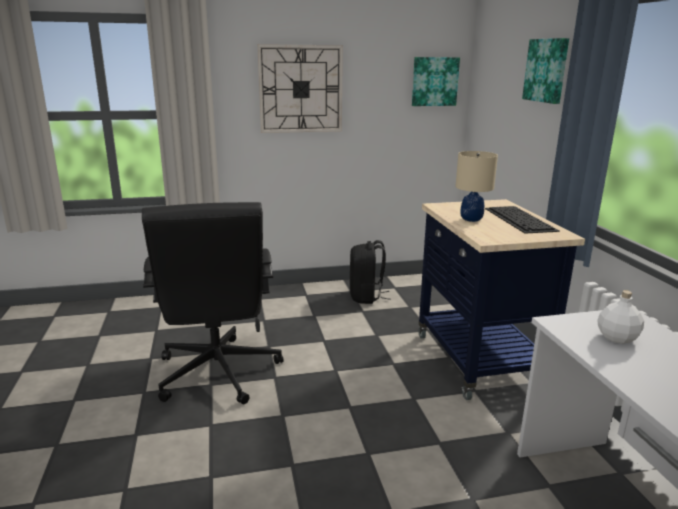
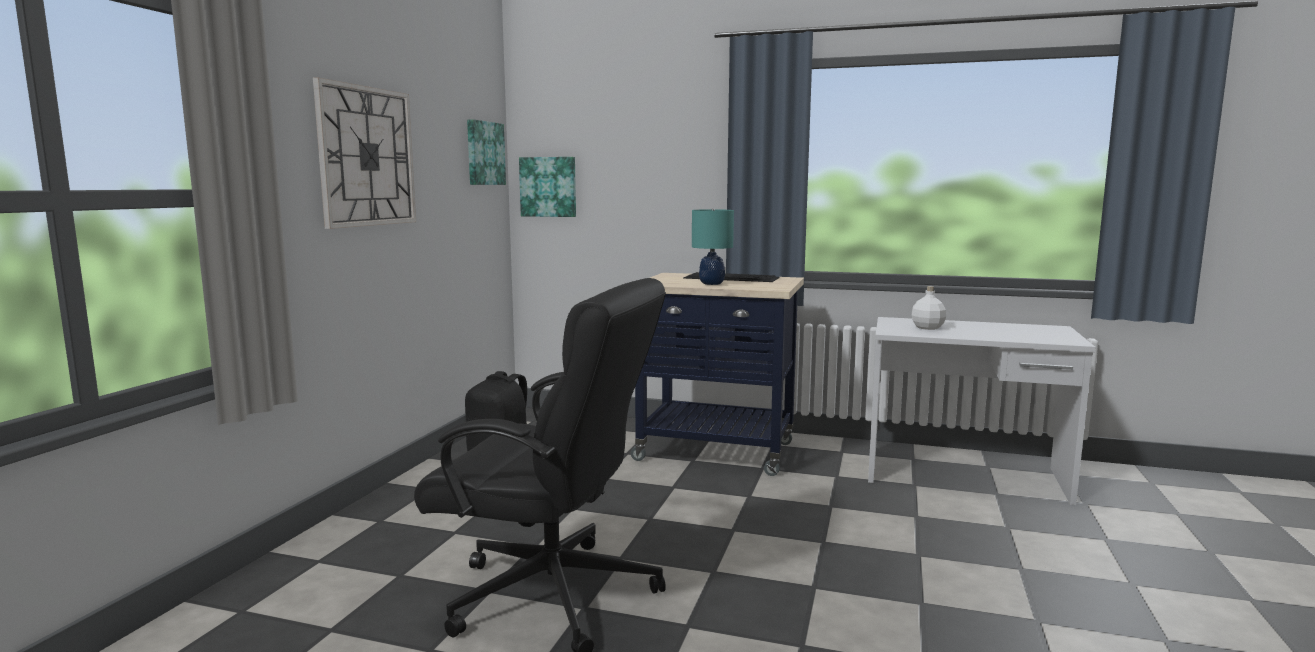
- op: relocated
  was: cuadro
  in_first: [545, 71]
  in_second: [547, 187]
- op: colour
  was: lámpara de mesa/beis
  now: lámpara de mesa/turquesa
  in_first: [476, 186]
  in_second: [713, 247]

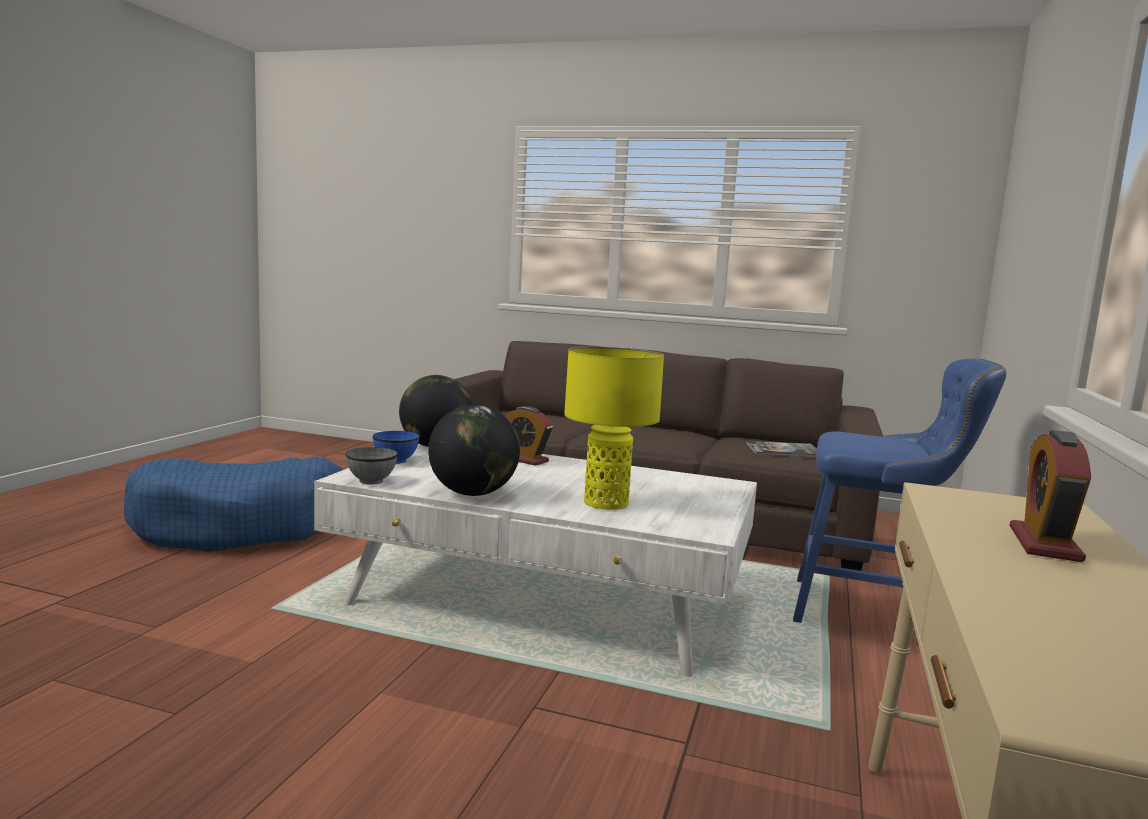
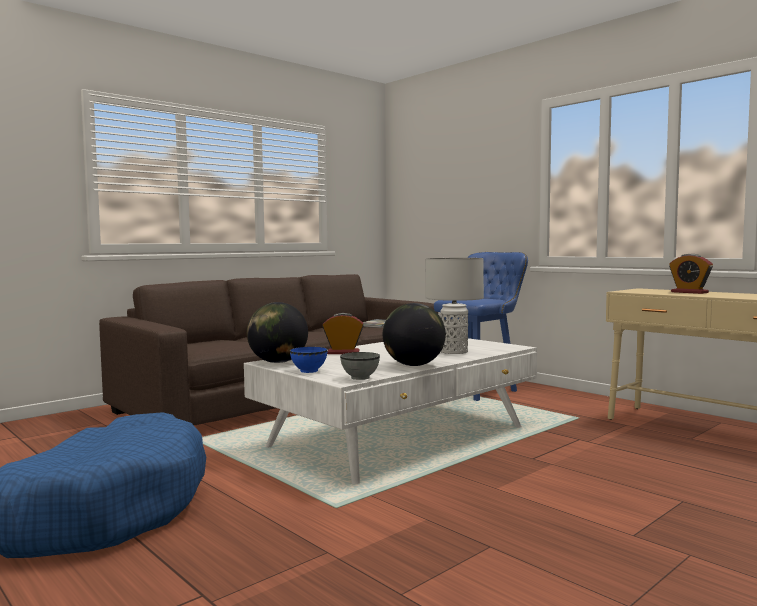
- op: colour
  was: lámpara de mesa/amarillo
  now: lámpara de mesa/blanco
  in_first: [614, 428]
  in_second: [454, 306]
- op: spun
  was: despertador
  in_first: [528, 436]
  in_second: [343, 333]
  clockwise: -150

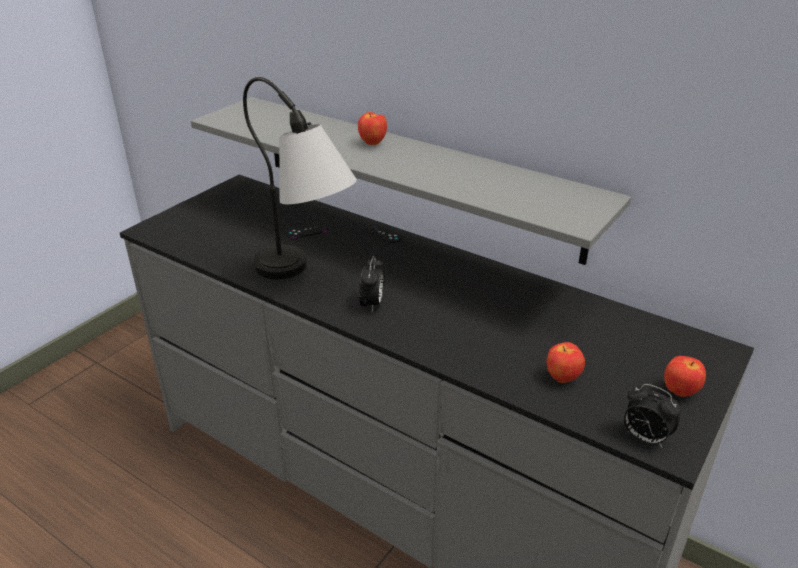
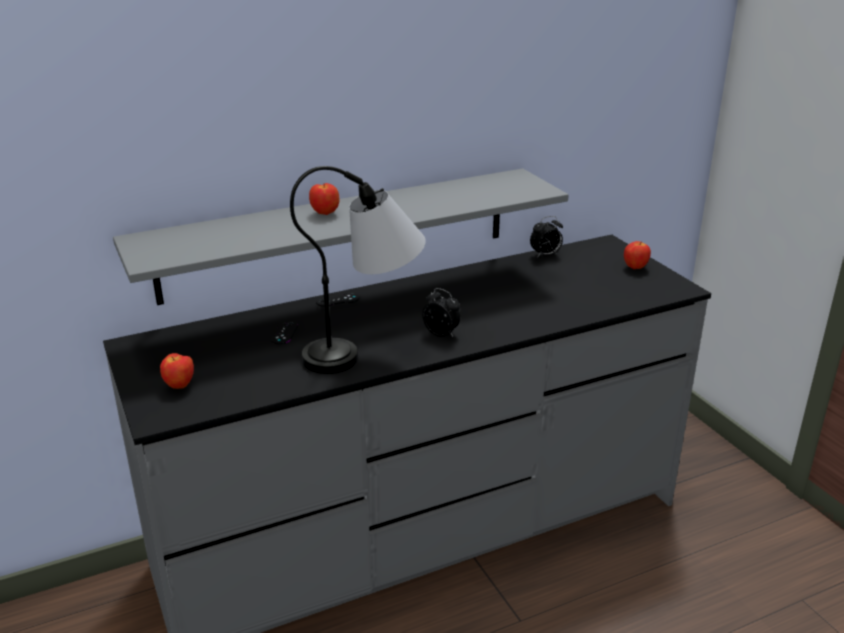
- op: relocated
  was: manzana
  in_first: [565, 362]
  in_second: [177, 371]
- op: relocated
  was: despertador
  in_first: [652, 416]
  in_second: [546, 237]

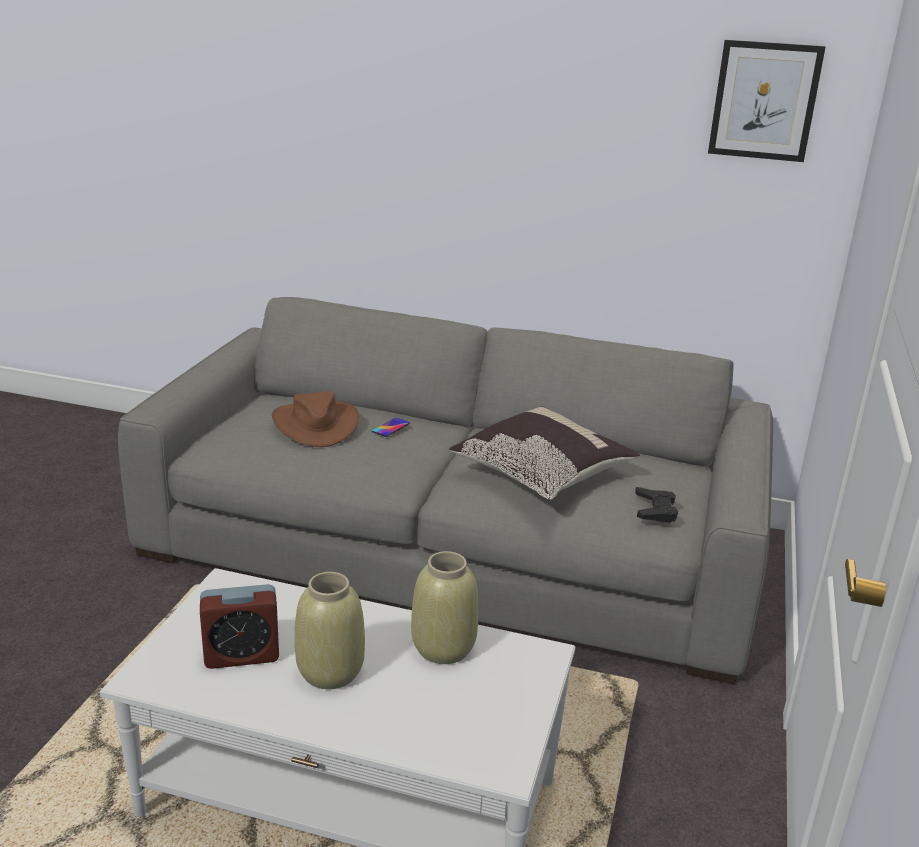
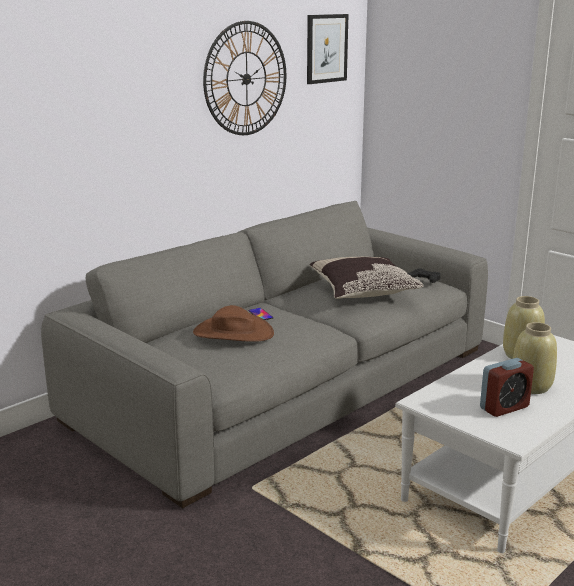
- op: appeared
  now: reloj de pared
  in_second: [244, 78]
- op: spun
  was: despertador
  in_first: [239, 626]
  in_second: [507, 387]
  clockwise: 45

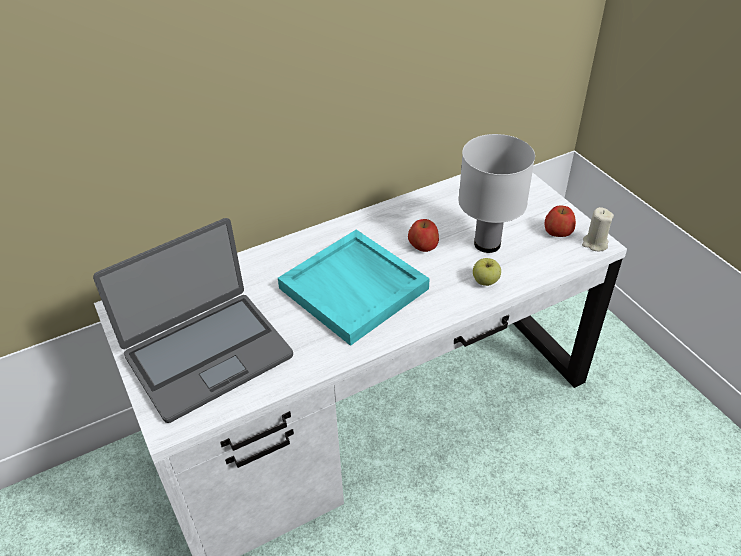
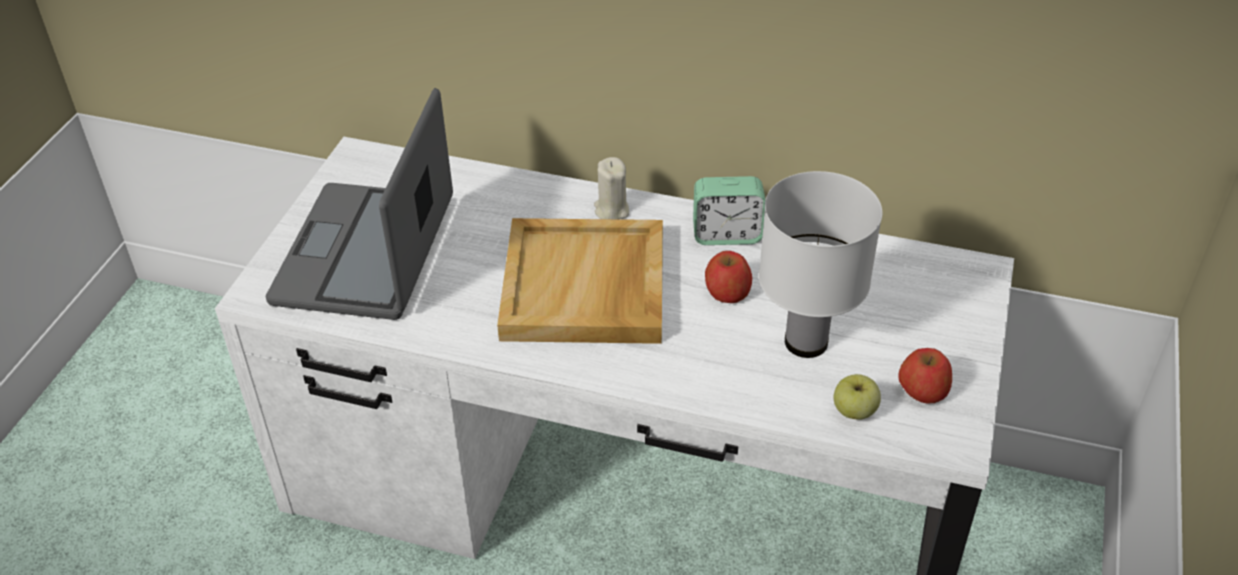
- op: appeared
  now: despertador
  in_second: [729, 210]
- op: relocated
  was: manzana
  in_first: [487, 272]
  in_second: [857, 397]
- op: relocated
  was: vela/beis
  in_first: [598, 229]
  in_second: [611, 188]
- op: colour
  was: bandeja/turquesa
  now: bandeja/beis
  in_first: [354, 288]
  in_second: [580, 281]
- op: spun
  was: portátil
  in_first: [193, 320]
  in_second: [359, 204]
  clockwise: 90

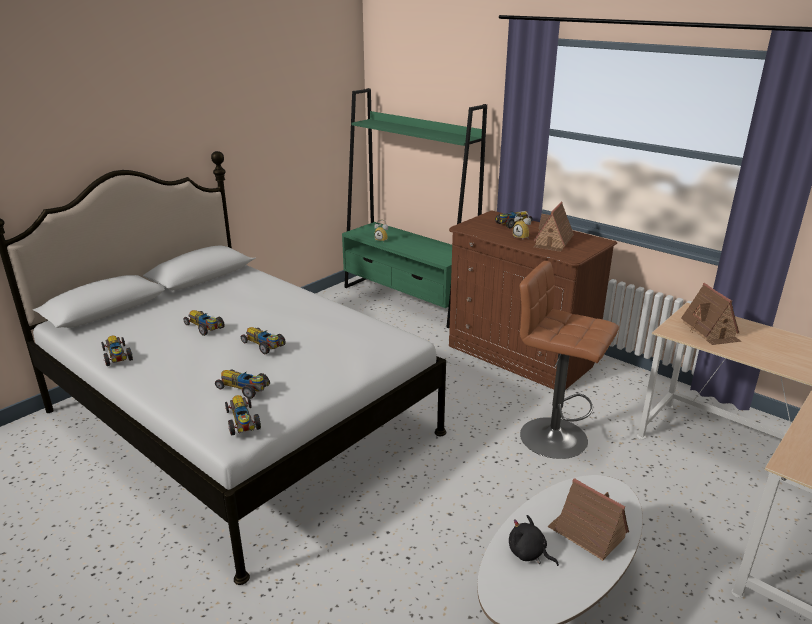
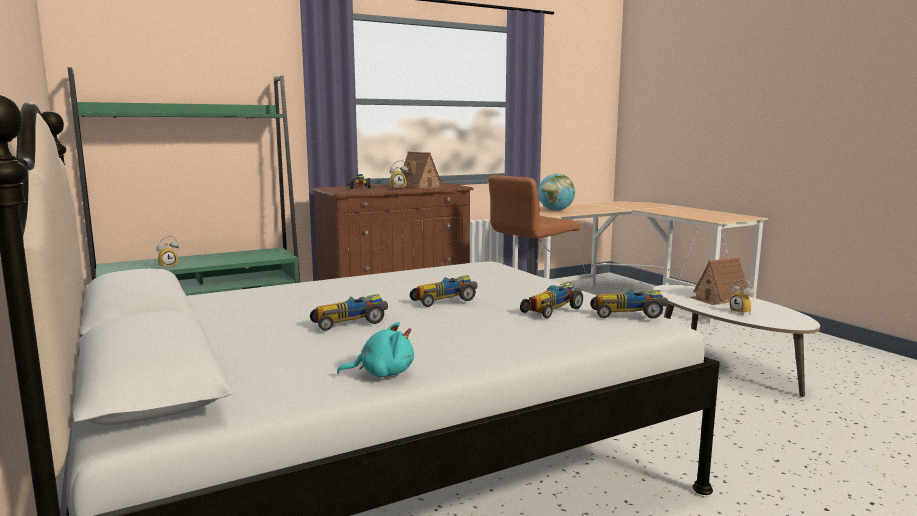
- op: exchanged
  was: coche de juguete
  now: peluche/turquesa
  in_first: [117, 351]
  in_second: [375, 349]
- op: exchanged
  was: peluche/negro
  now: despertador
  in_first: [534, 540]
  in_second: [742, 297]
- op: exchanged
  was: casita
  now: globo terráqueo
  in_first: [711, 314]
  in_second: [556, 192]

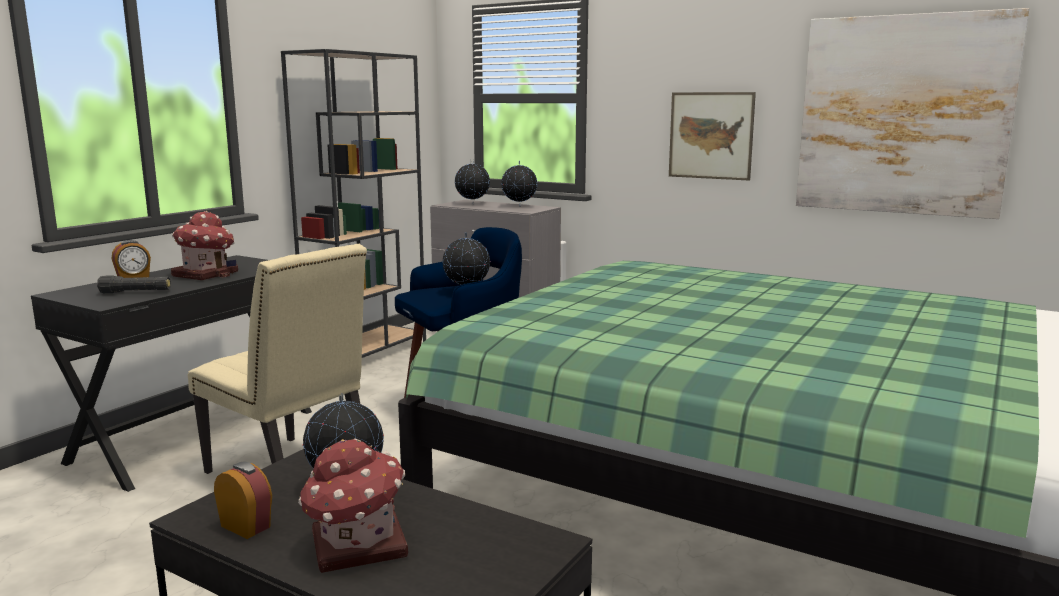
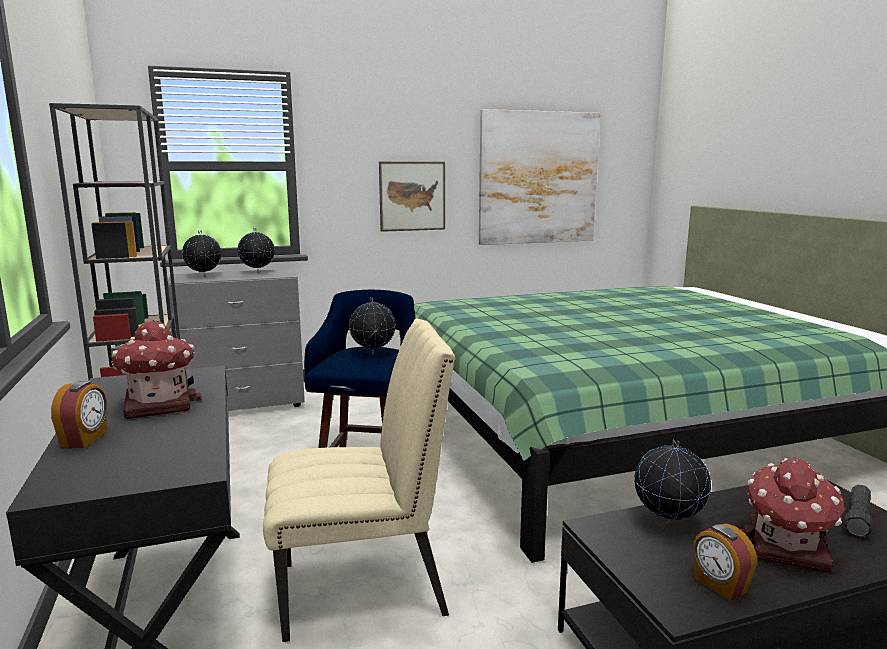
- op: relocated
  was: linterna/negro
  in_first: [134, 284]
  in_second: [858, 511]
- op: spun
  was: despertador
  in_first: [243, 500]
  in_second: [725, 562]
  clockwise: -105

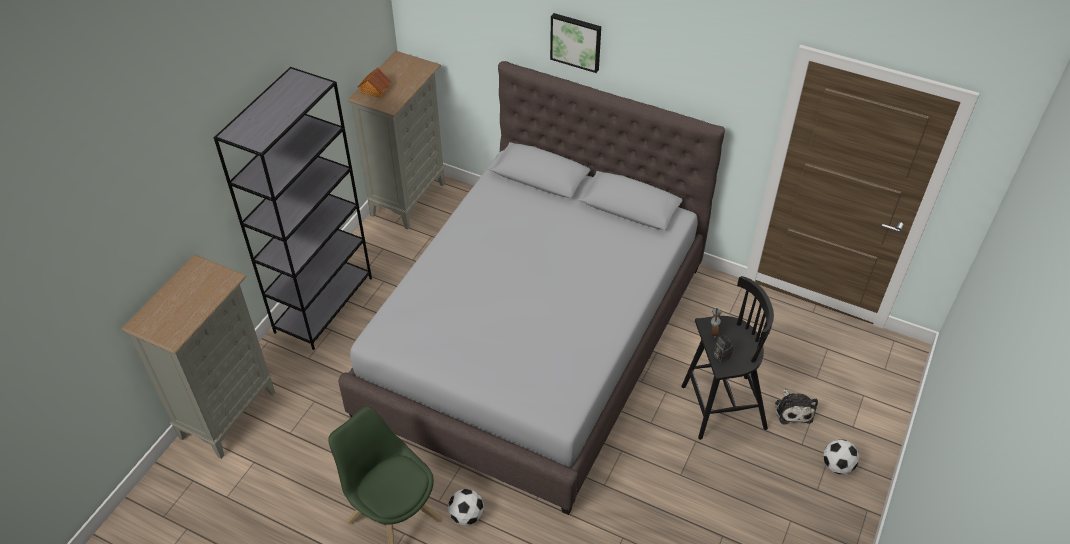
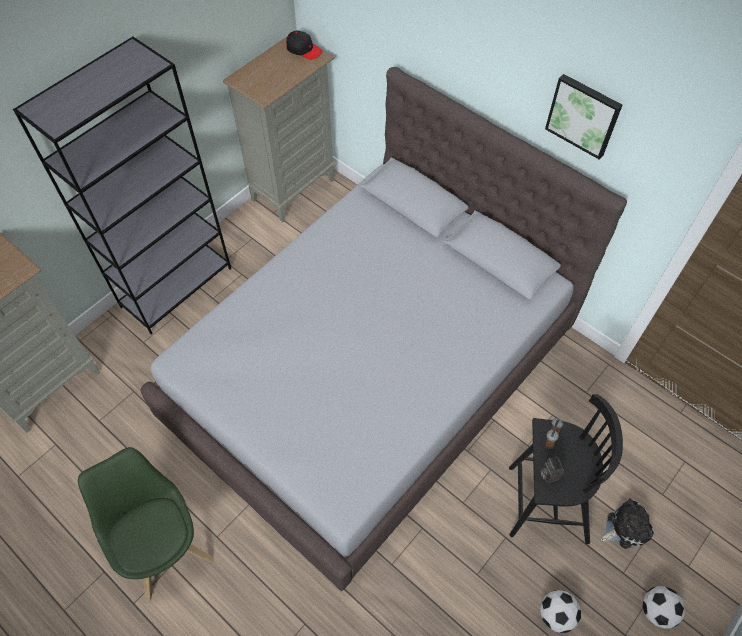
- op: missing
  was: casita
  in_first: [374, 82]
- op: appeared
  now: gorra/negro
  in_second: [304, 45]
- op: relocated
  was: balón de fútbol
  in_first: [466, 507]
  in_second: [560, 611]
- op: relocated
  was: cuadro
  in_first: [575, 43]
  in_second: [583, 116]
- op: spun
  was: peluche
  in_first: [796, 406]
  in_second: [627, 524]
  clockwise: -120

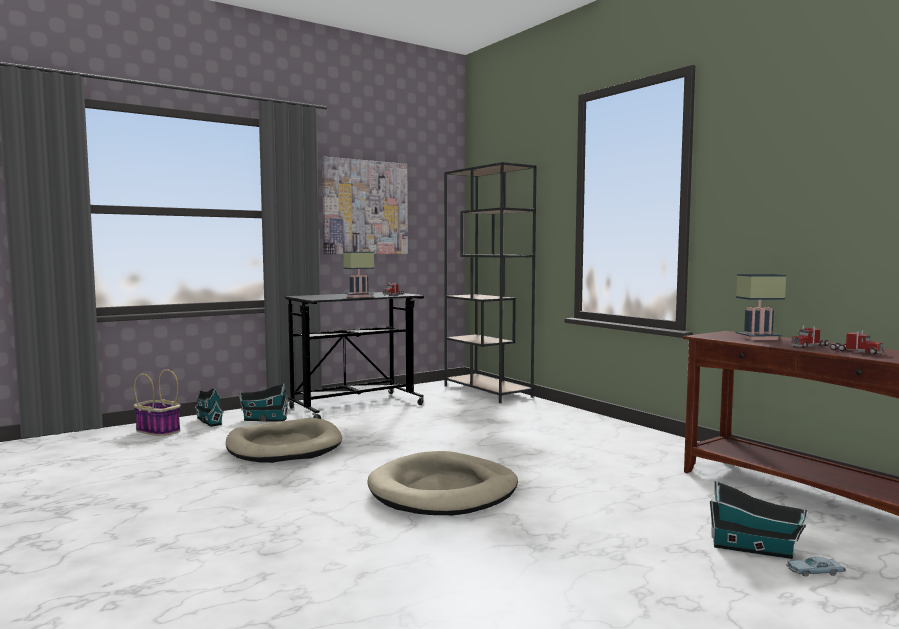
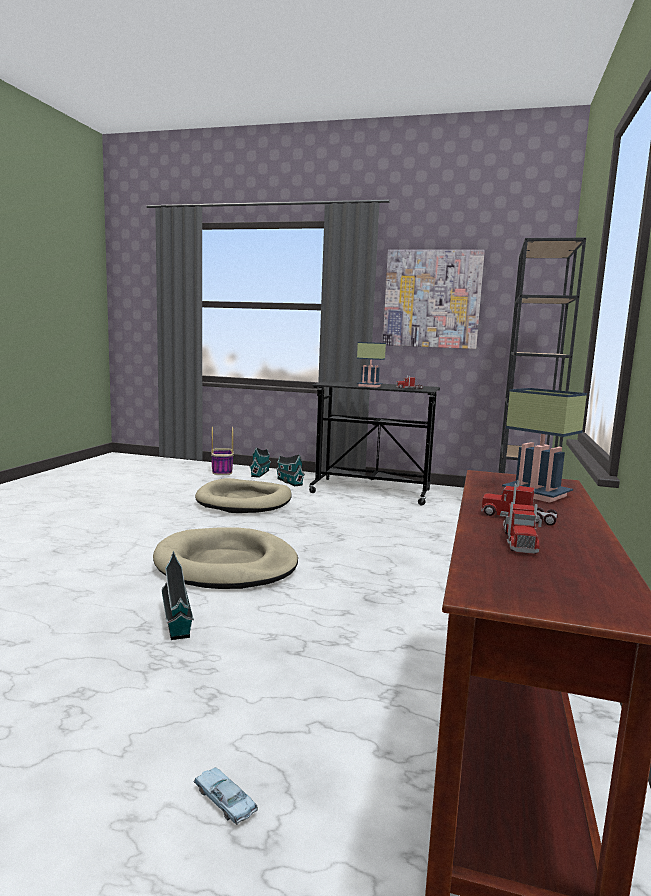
- op: relocated
  was: casita
  in_first: [758, 519]
  in_second: [177, 595]

